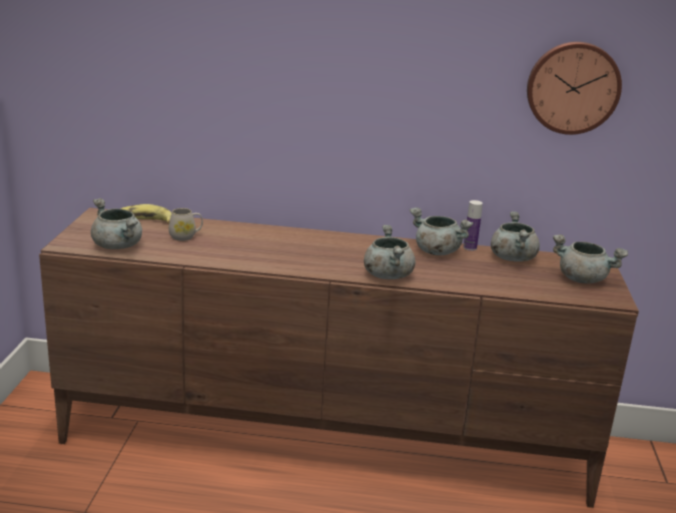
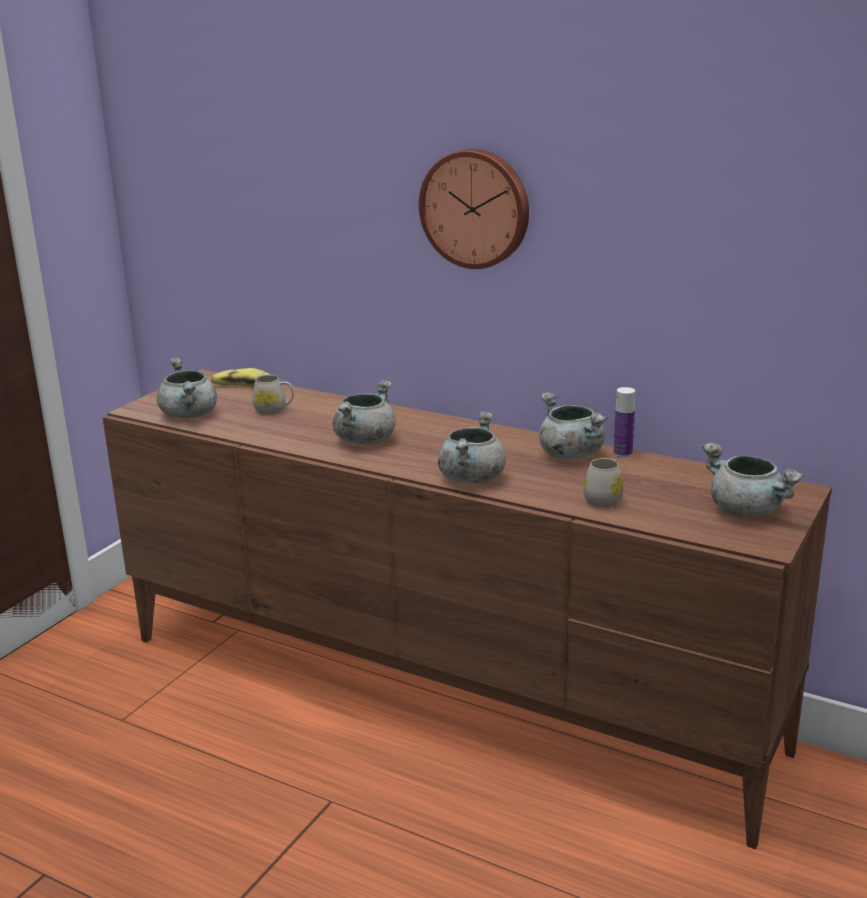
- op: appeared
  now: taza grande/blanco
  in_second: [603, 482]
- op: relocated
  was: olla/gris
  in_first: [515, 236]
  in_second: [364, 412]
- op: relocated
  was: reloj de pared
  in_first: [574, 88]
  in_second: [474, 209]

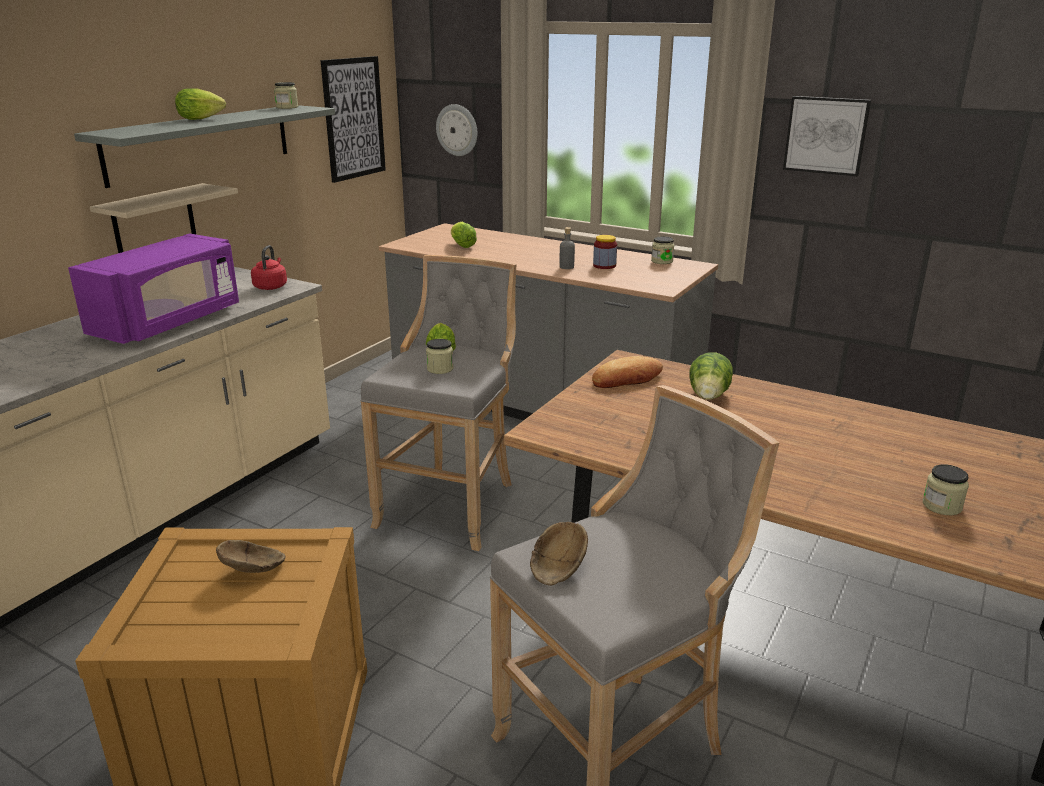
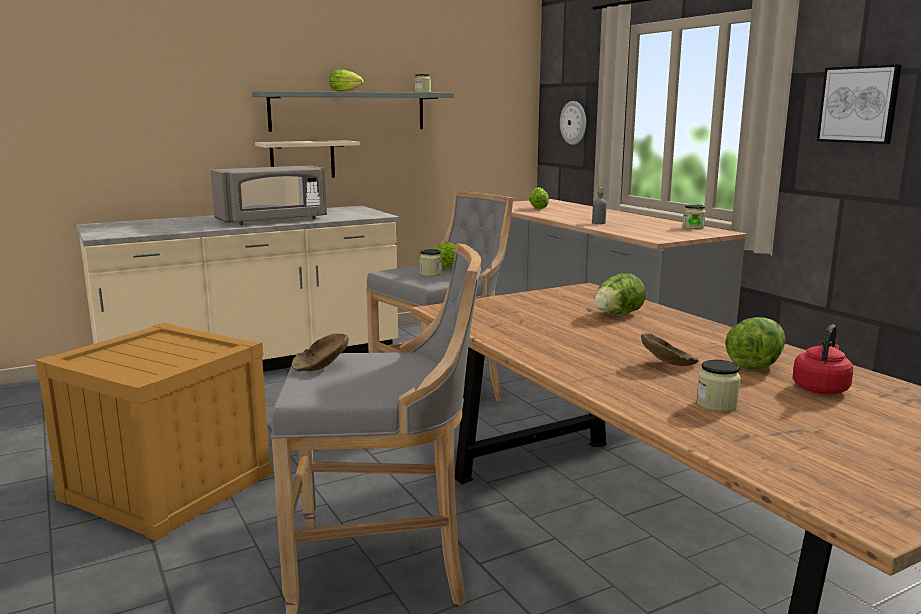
- op: missing
  was: cuadro
  in_first: [353, 119]
- op: missing
  was: pan
  in_first: [627, 372]
- op: missing
  was: tarro
  in_first: [605, 252]
- op: appeared
  now: lechuga
  in_second: [755, 343]
- op: relocated
  was: cuenco/marrón
  in_first: [250, 556]
  in_second: [670, 349]
- op: relocated
  was: hervidor/rojo
  in_first: [269, 267]
  in_second: [822, 359]
- op: colour
  was: microondas/morado
  now: microondas/gris
  in_first: [153, 288]
  in_second: [268, 195]

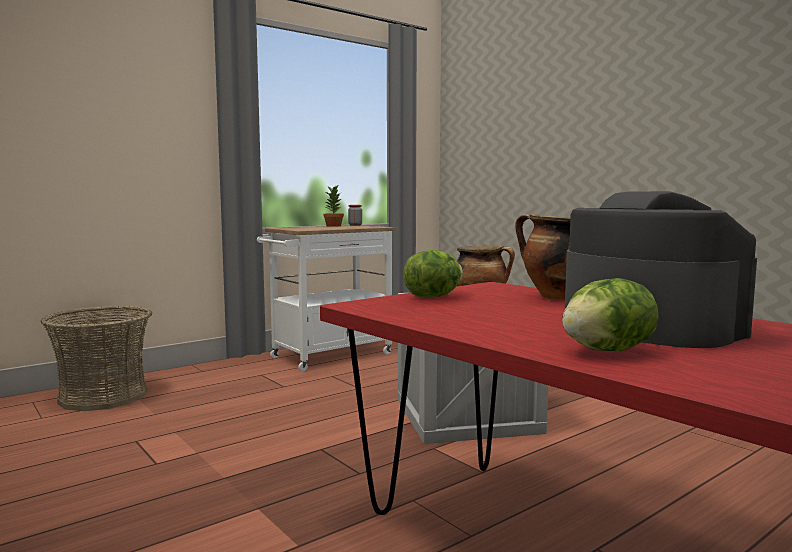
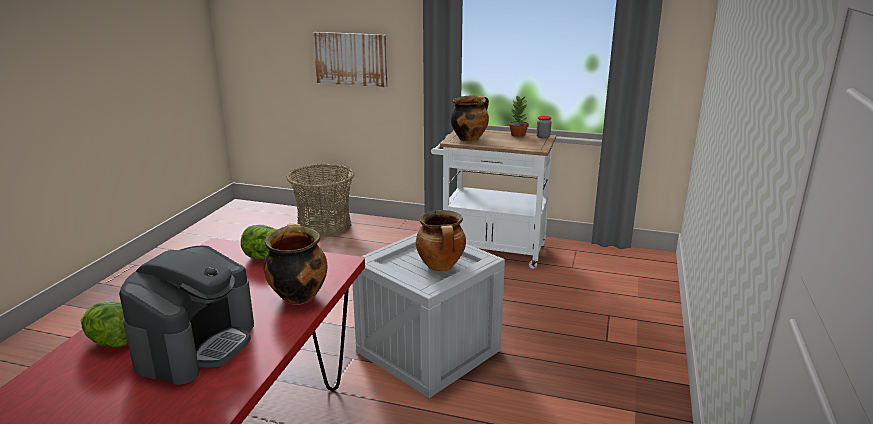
- op: appeared
  now: cuadro
  in_second: [350, 59]
- op: appeared
  now: olla
  in_second: [470, 118]

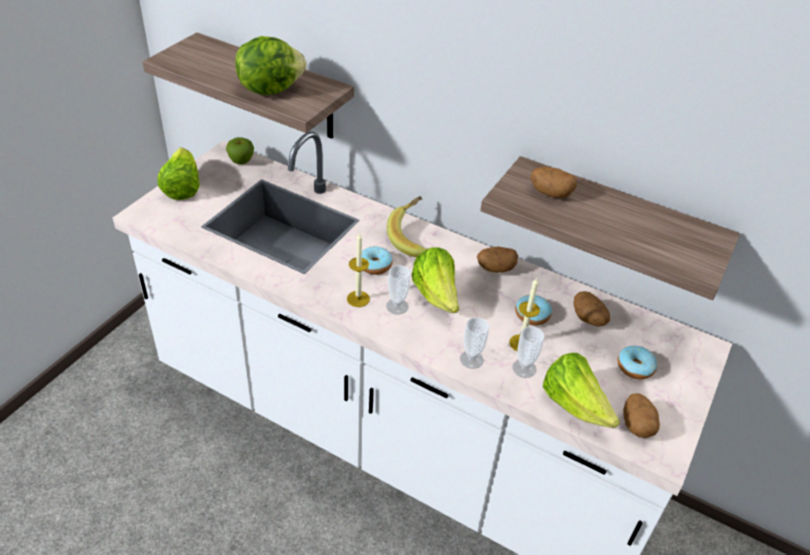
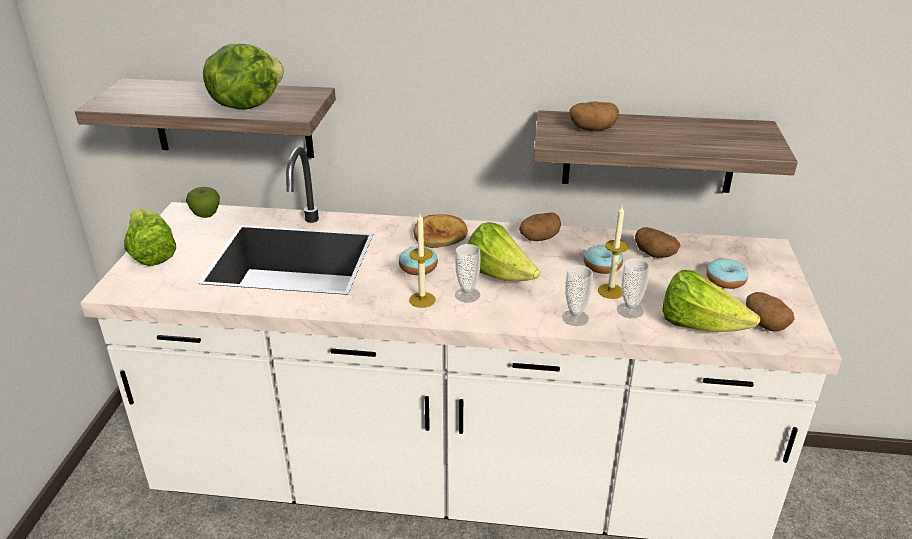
- op: exchanged
  was: plátano
  now: pan
  in_first: [407, 226]
  in_second: [441, 231]

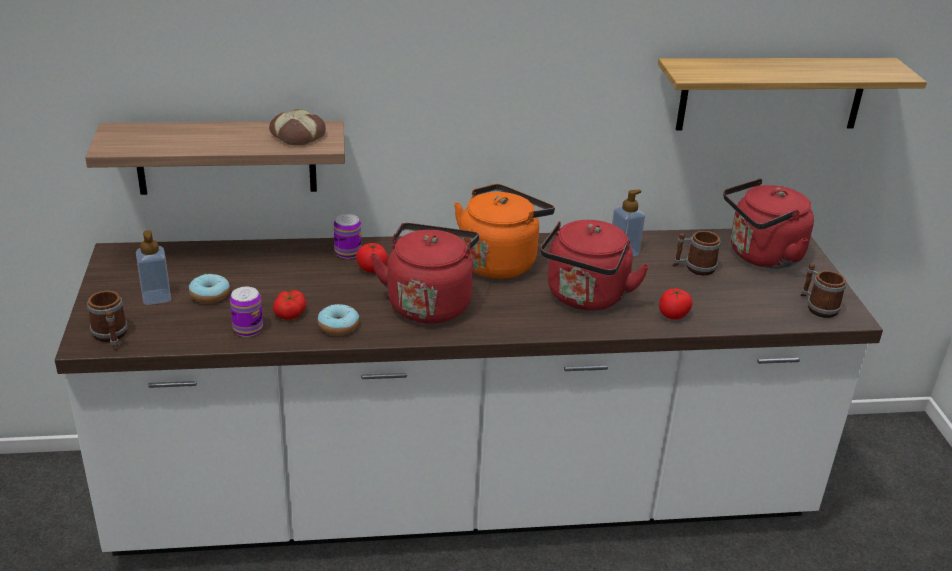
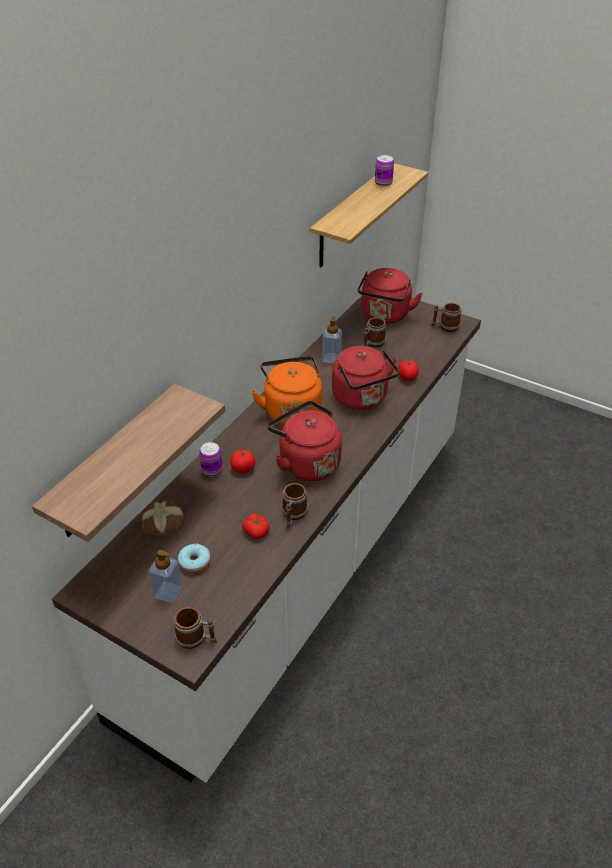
- op: relocated
  was: lata
  in_first: [246, 312]
  in_second: [384, 171]
- op: relocated
  was: pan
  in_first: [297, 127]
  in_second: [162, 517]
- op: exchanged
  was: rosquilla
  now: taza grande
  in_first: [338, 319]
  in_second: [295, 505]

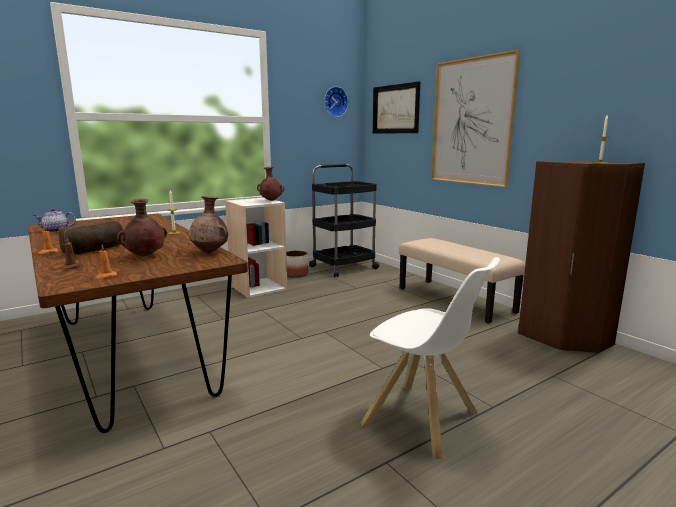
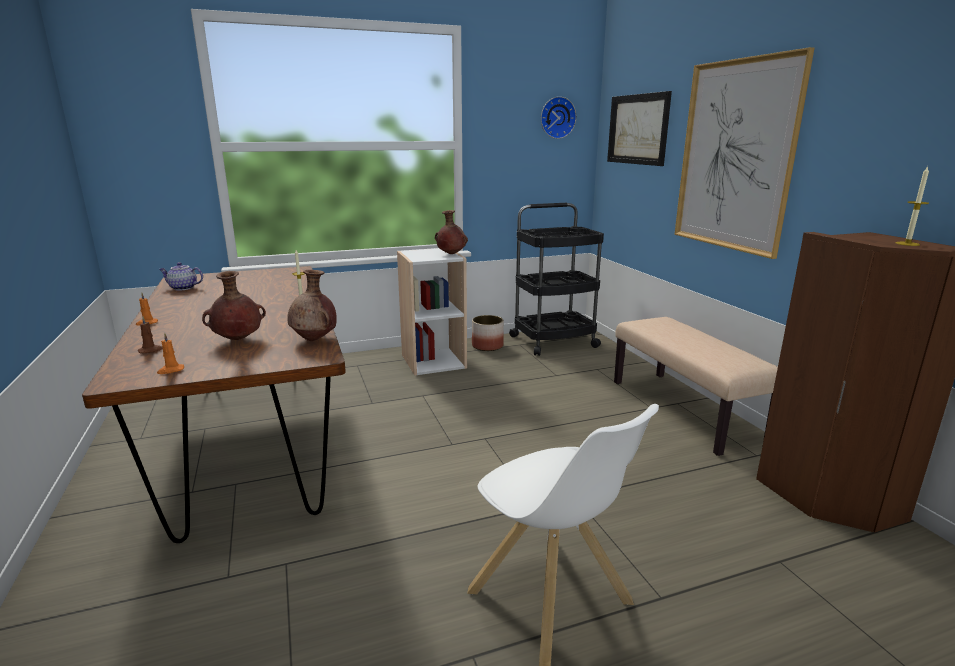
- op: missing
  was: pan
  in_first: [90, 237]

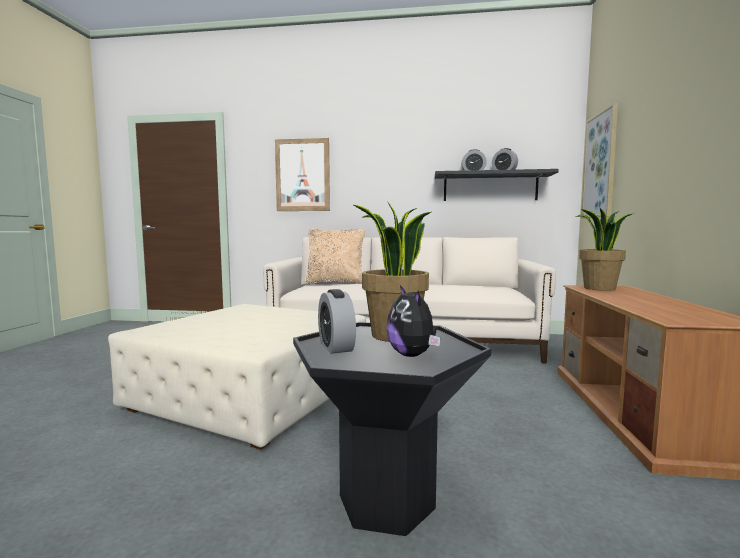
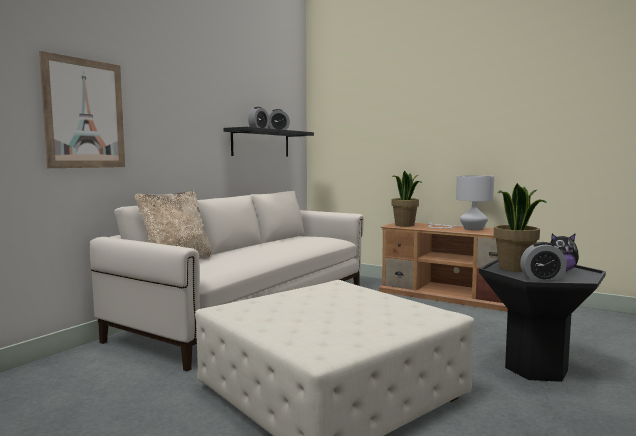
- op: missing
  was: cuadro
  in_first: [599, 160]
- op: appeared
  now: lámpara de mesa/gris
  in_second: [461, 202]

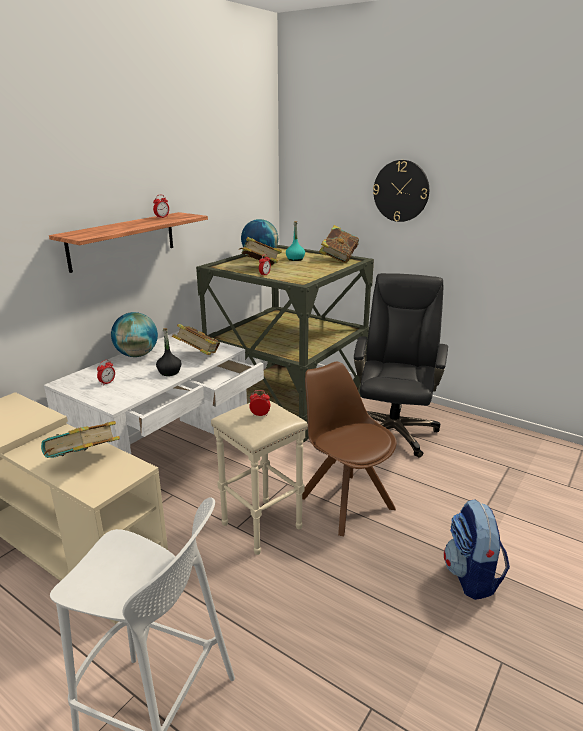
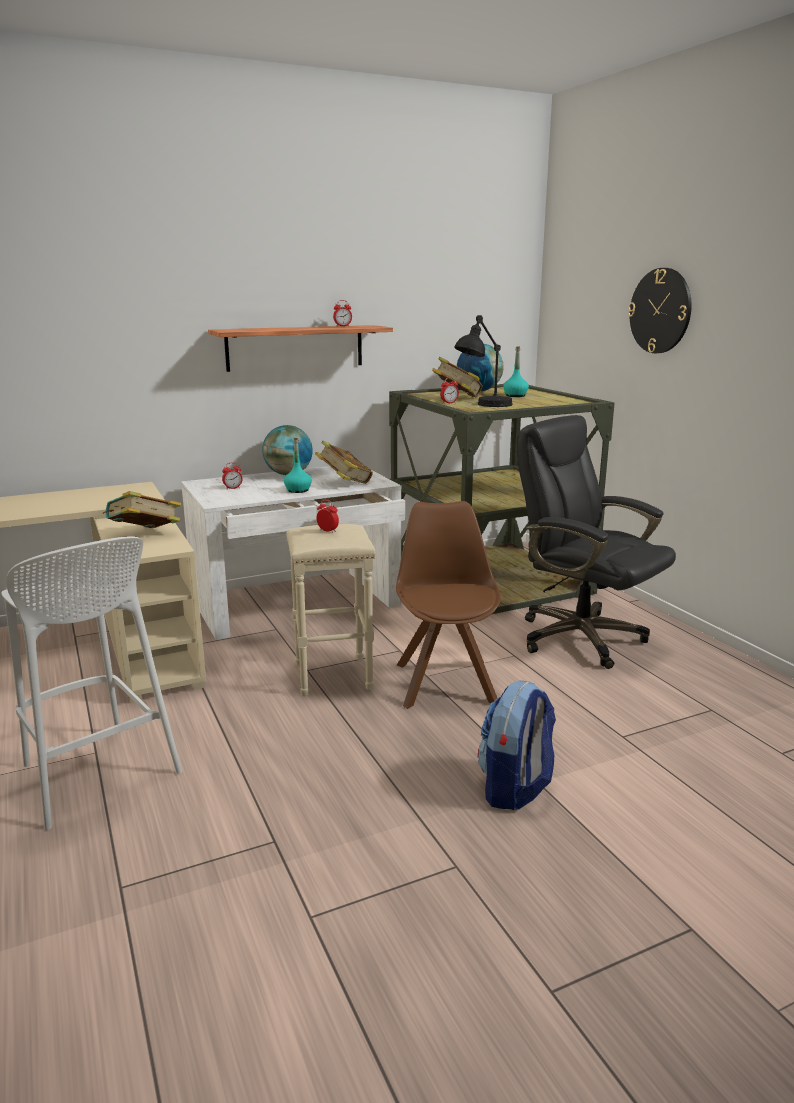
- op: missing
  was: libro
  in_first: [339, 244]
- op: appeared
  now: lámpara de mesa/negro
  in_second: [483, 361]
- op: colour
  was: botella/negro
  now: botella/turquesa
  in_first: [169, 352]
  in_second: [298, 465]
- op: spun
  was: silla de oficina/negro
  in_first: [401, 365]
  in_second: [596, 542]
  clockwise: -90

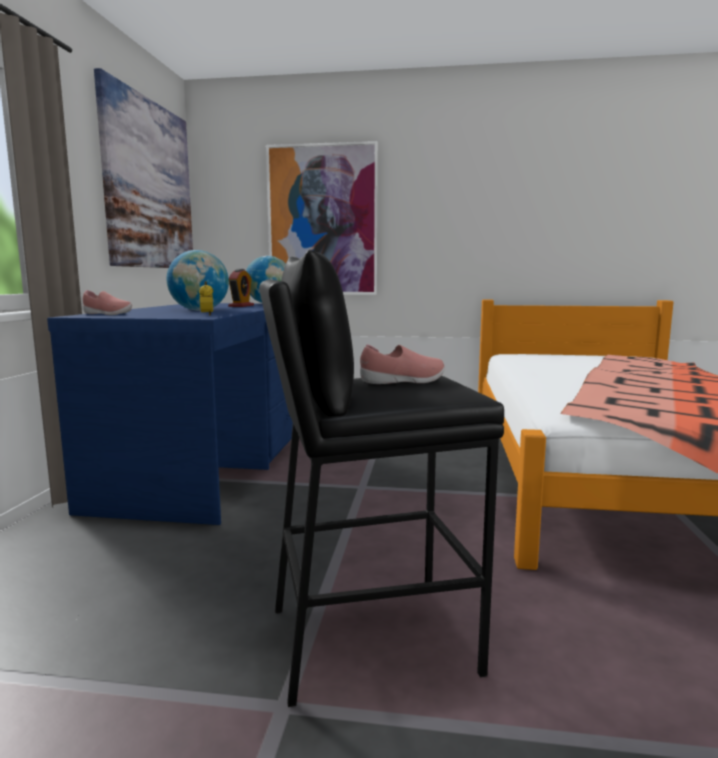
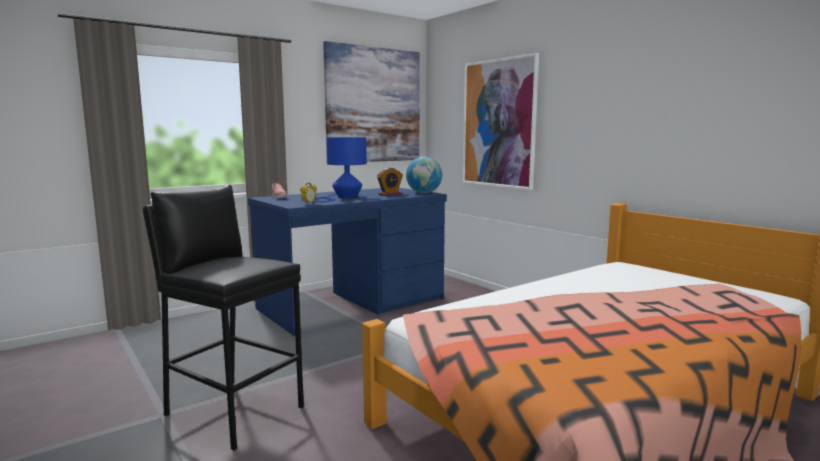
- op: missing
  was: zapato/rosa
  in_first: [402, 364]
- op: exchanged
  was: globo terráqueo
  now: lámpara de mesa/azul
  in_first: [198, 280]
  in_second: [334, 169]

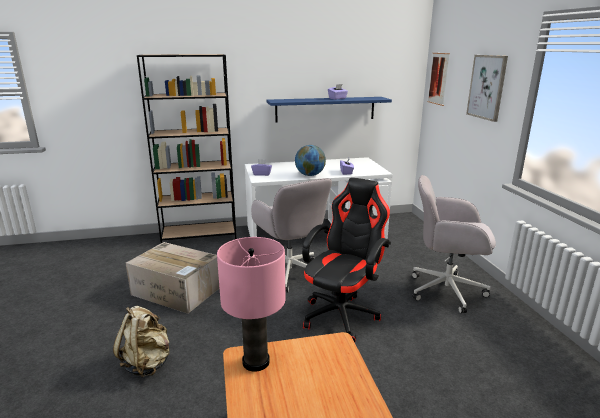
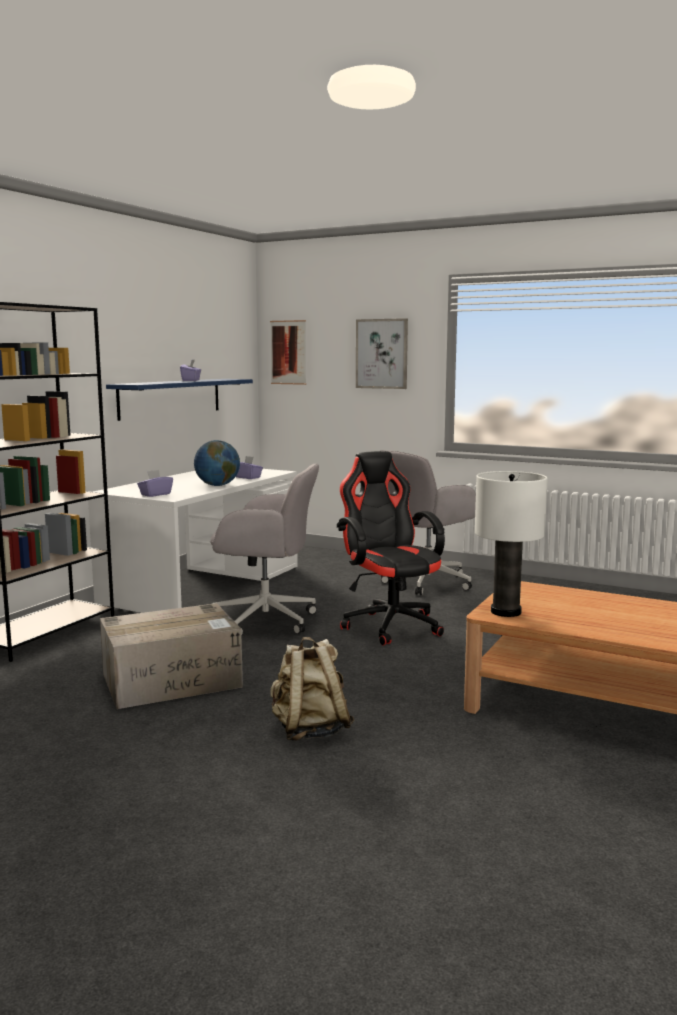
- op: colour
  was: lámpara de mesa/rosa
  now: lámpara de mesa/blanco
  in_first: [251, 304]
  in_second: [511, 544]

